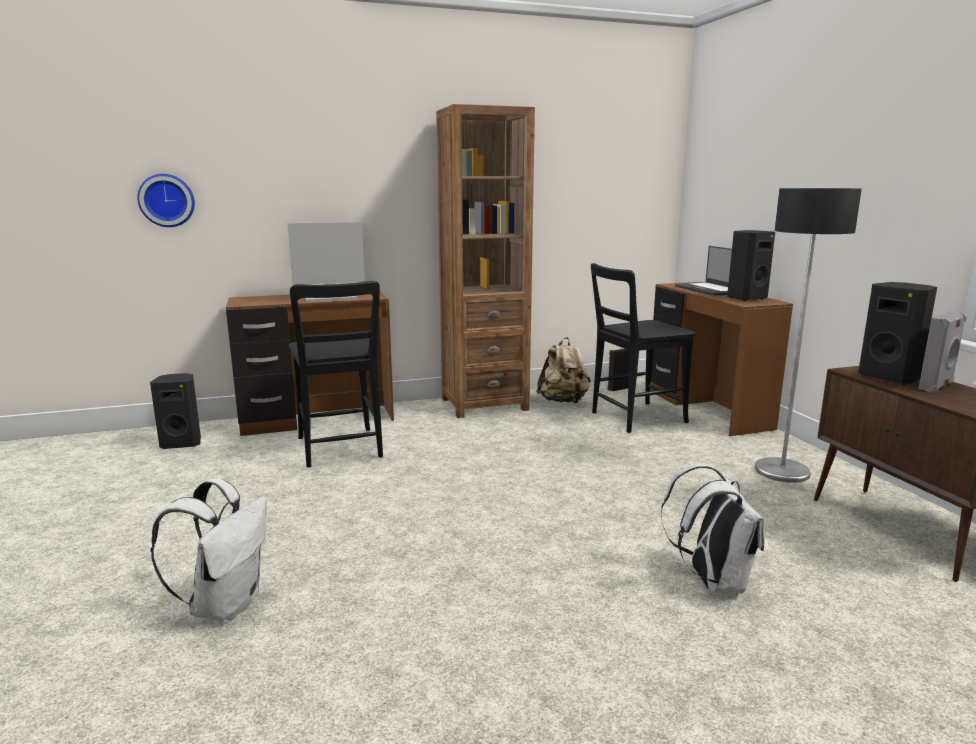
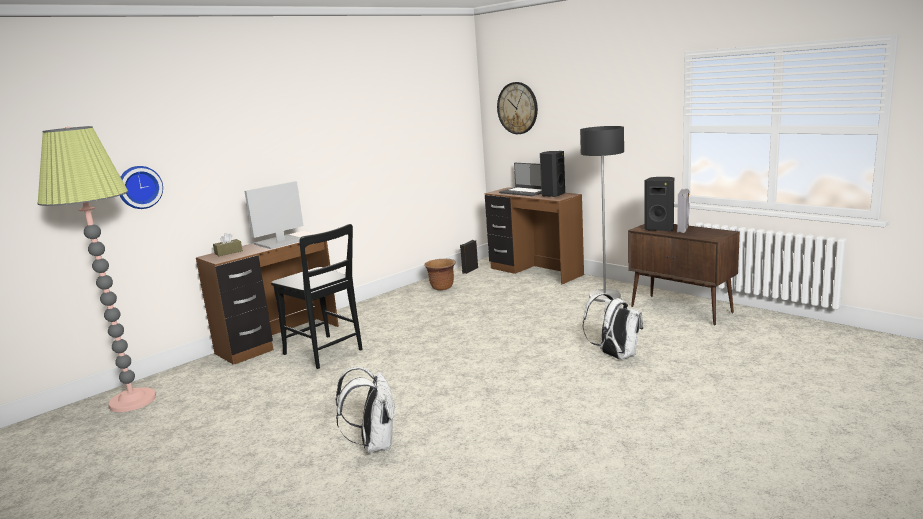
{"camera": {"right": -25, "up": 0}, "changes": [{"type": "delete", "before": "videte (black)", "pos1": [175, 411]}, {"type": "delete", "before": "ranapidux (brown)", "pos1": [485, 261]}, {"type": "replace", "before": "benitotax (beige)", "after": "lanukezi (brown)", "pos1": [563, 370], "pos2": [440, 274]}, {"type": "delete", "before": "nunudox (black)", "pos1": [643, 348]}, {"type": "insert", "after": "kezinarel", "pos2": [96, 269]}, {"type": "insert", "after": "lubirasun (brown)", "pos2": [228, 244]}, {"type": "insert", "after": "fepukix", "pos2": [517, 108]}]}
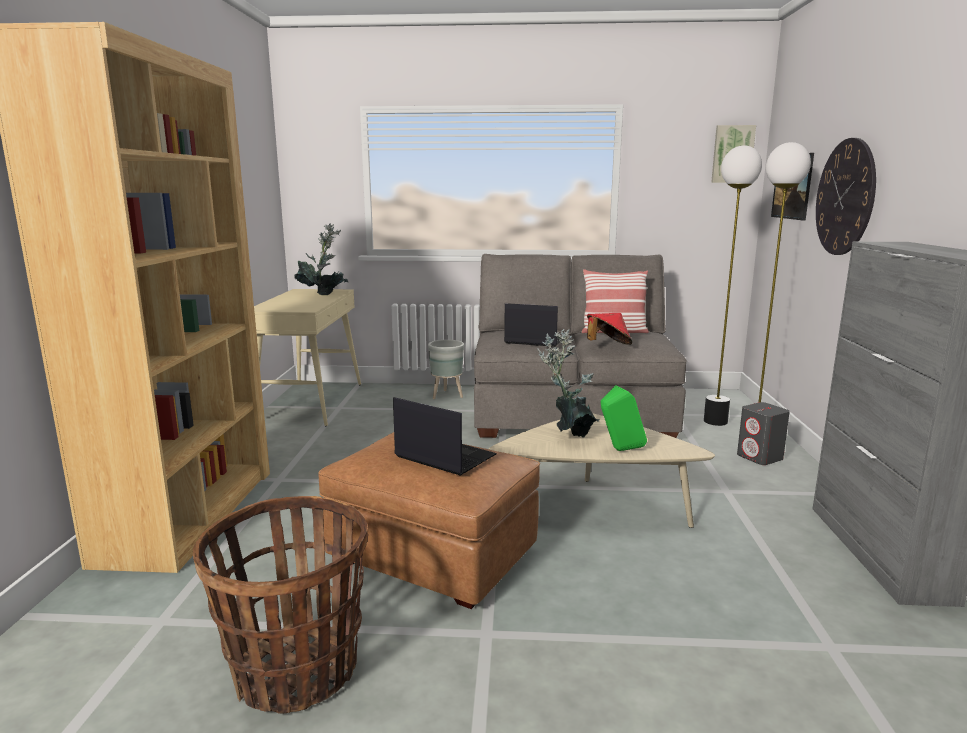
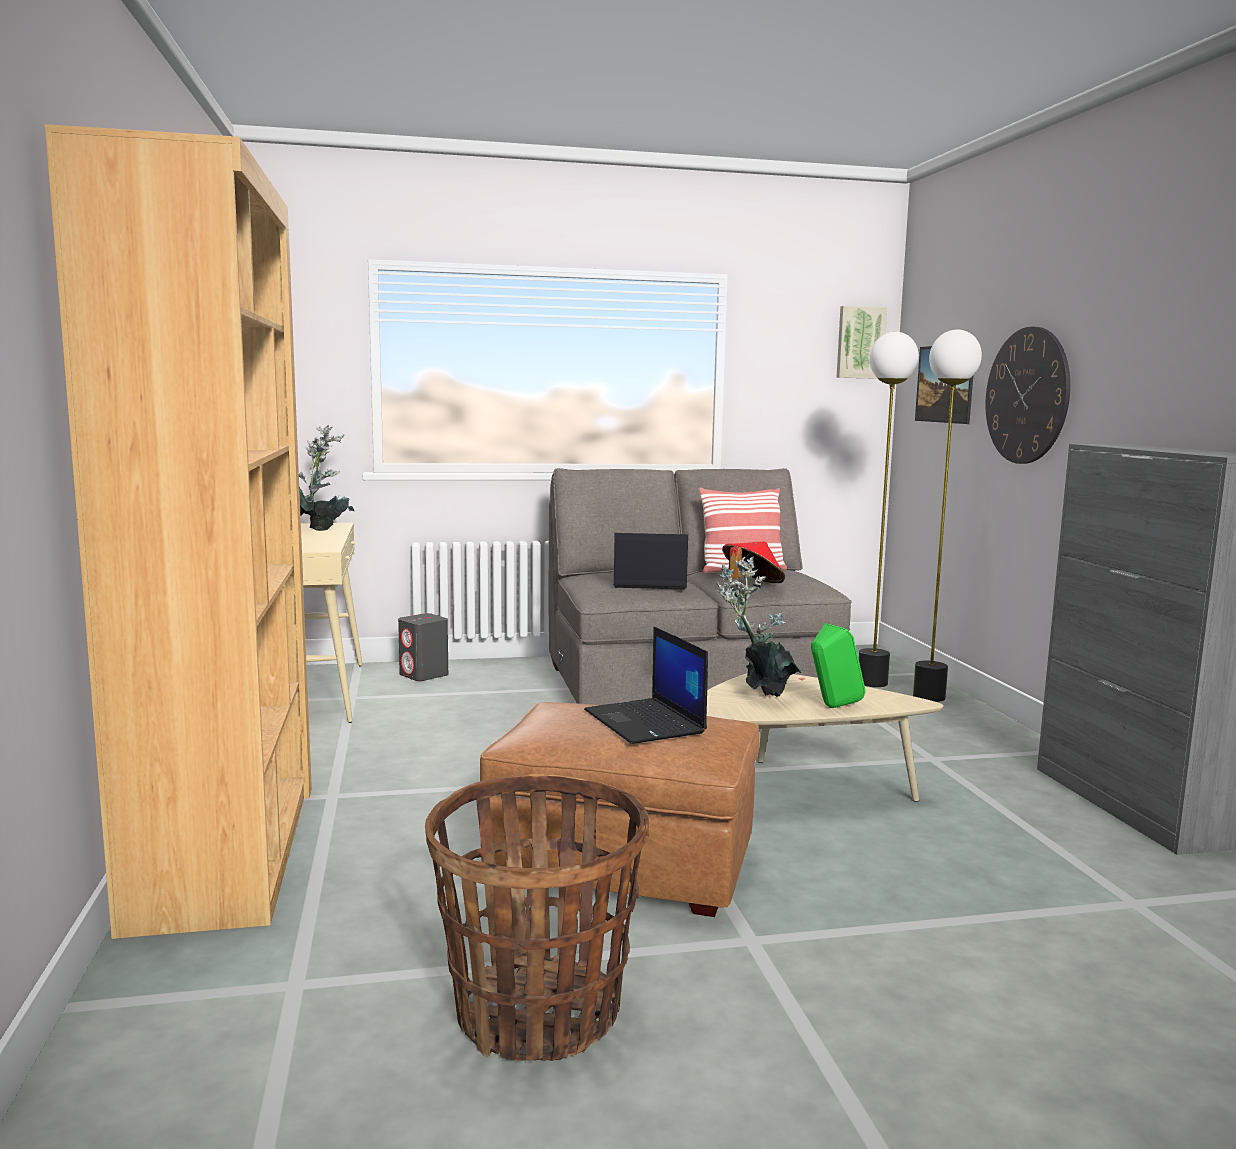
{"camera": {"right": -15, "up": -5}, "changes": [{"type": "rotate", "before": "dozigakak", "pos1": [445, 436], "pos2": [646, 685], "turn": -135}, {"type": "delete", "before": "lanukezi (grey)", "pos1": [446, 369]}, {"type": "move", "before": "videte (grey)", "pos1": [763, 433], "pos2": [423, 647]}]}
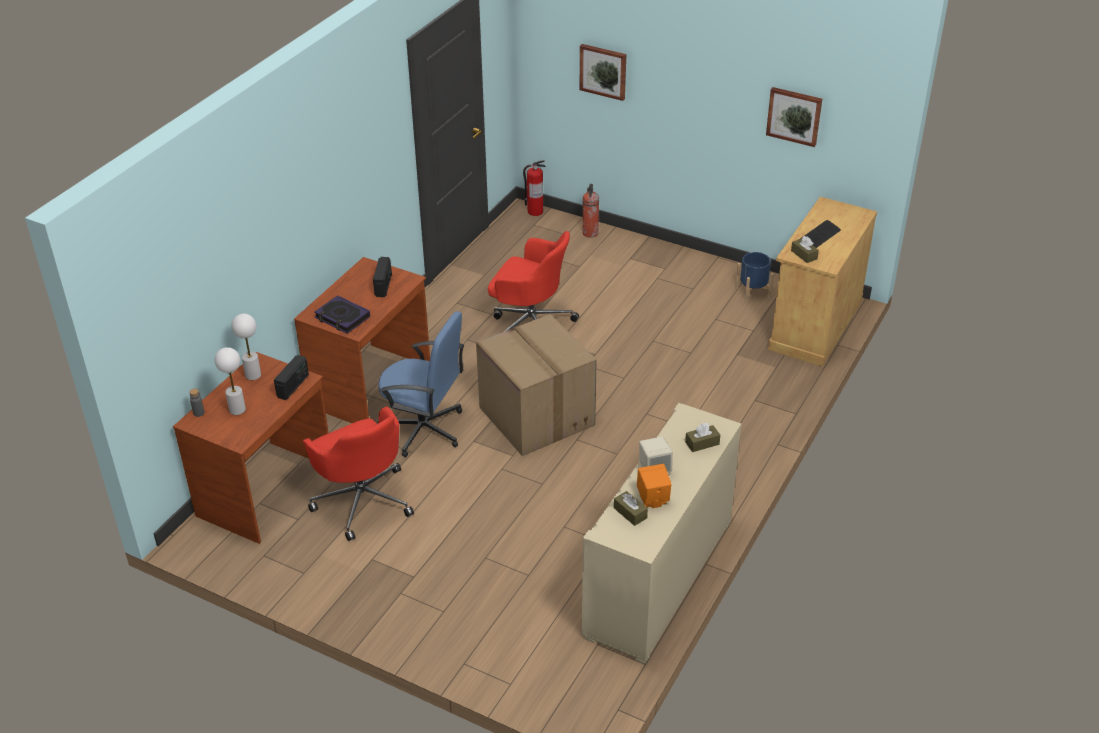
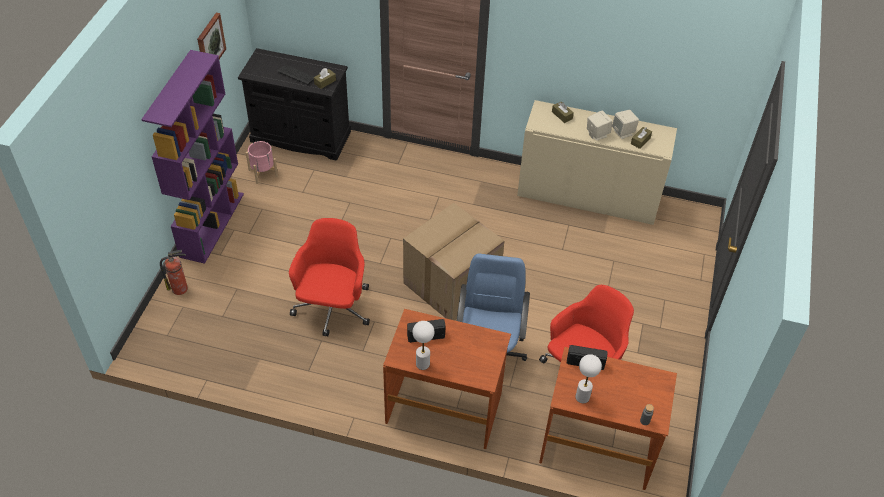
{"camera": {"right": -105, "up": 10}, "changes": [{"type": "move", "before": "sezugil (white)", "pos1": [230, 381], "pos2": [423, 345]}, {"type": "delete", "before": "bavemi", "pos1": [342, 314]}, {"type": "delete", "before": "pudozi", "pos1": [534, 188]}, {"type": "delete", "before": "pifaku", "pos1": [603, 72]}, {"type": "recolor", "before": "videte (orange)", "after": "videte (beige)", "pos1": [654, 486], "pos2": [625, 124]}, {"type": "recolor", "before": "lanukezi (blue)", "after": "lanukezi (pink)", "pos1": [754, 277], "pos2": [262, 162]}, {"type": "recolor", "before": "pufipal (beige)", "after": "pufipal (black)", "pos1": [822, 282], "pos2": [294, 104]}, {"type": "insert", "after": "ranapidux (purple)", "pos2": [192, 157]}]}
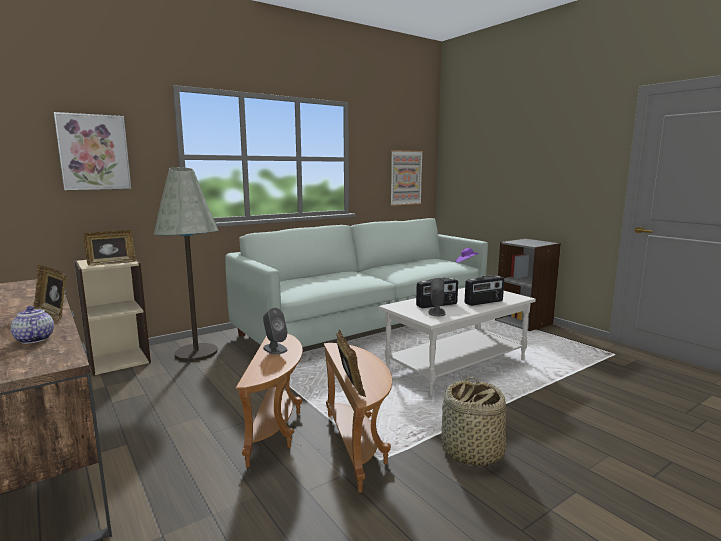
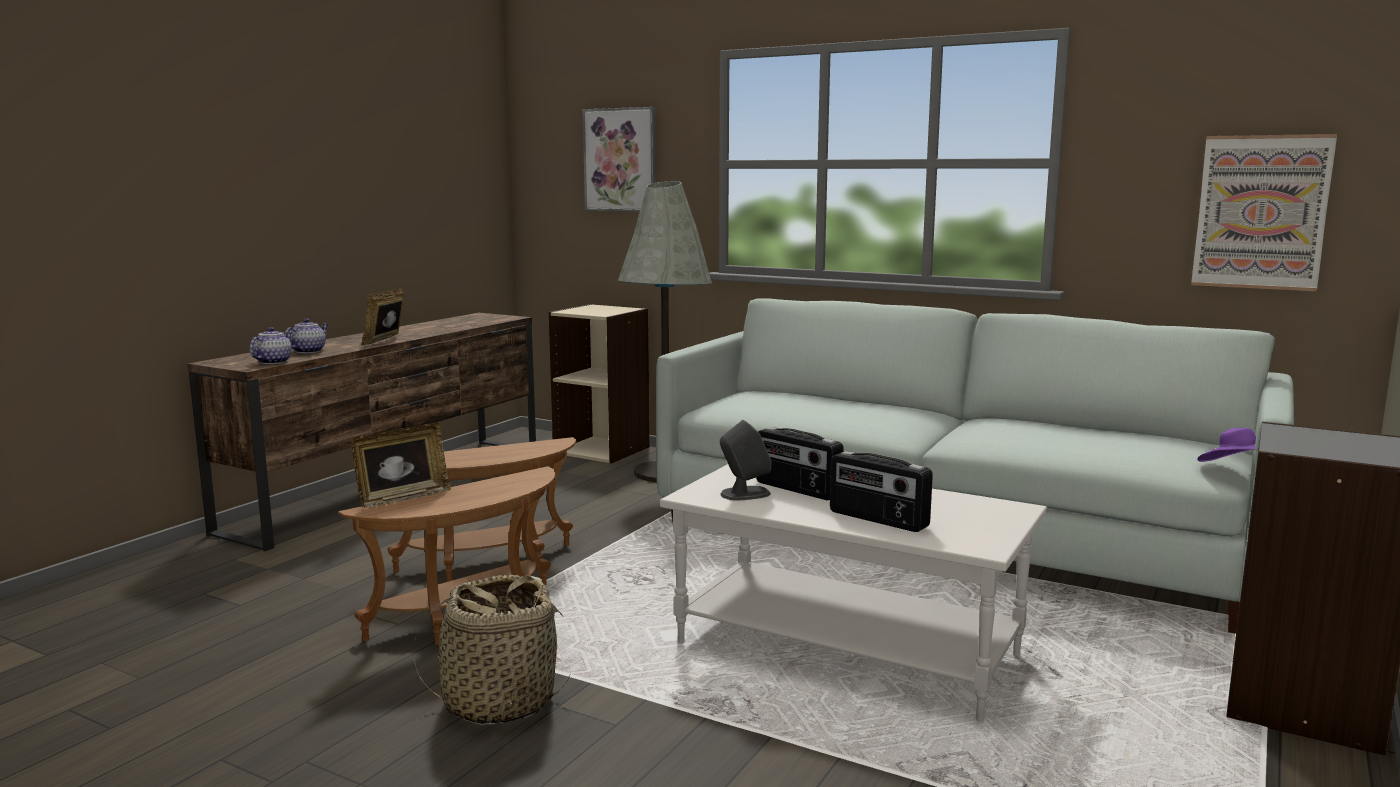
{"camera": {"right": 65, "up": 0}, "changes": [{"type": "delete", "before": "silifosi", "pos1": [109, 248]}, {"type": "delete", "before": "videte (grey)", "pos1": [275, 330]}, {"type": "insert", "after": "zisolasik", "pos2": [271, 345]}]}
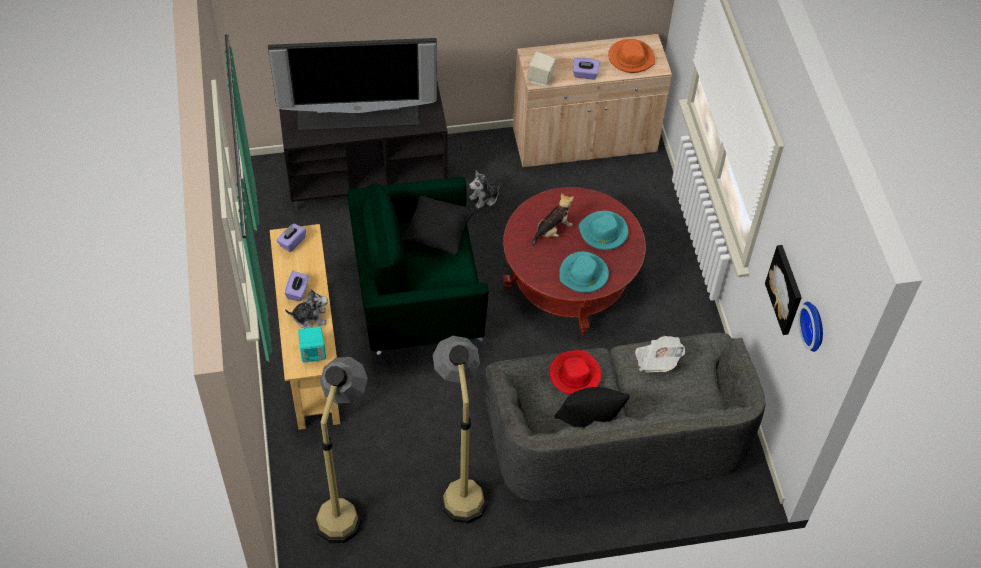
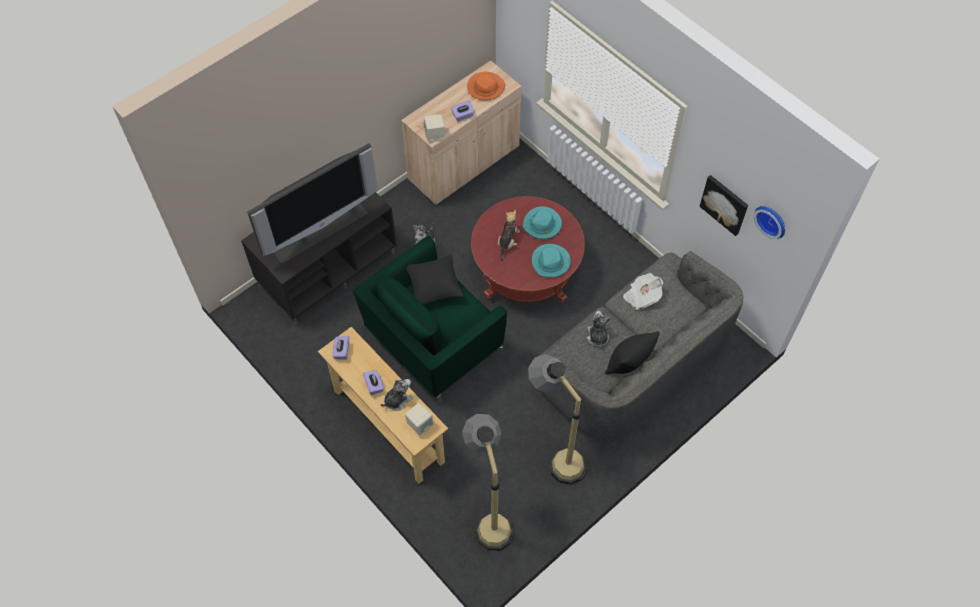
{"camera": {"right": -30, "up": 5}, "changes": [{"type": "recolor", "before": "videte (turquoise)", "after": "videte (beige)", "pos1": [312, 344], "pos2": [419, 419]}, {"type": "replace", "before": "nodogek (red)", "after": "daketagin", "pos1": [575, 372], "pos2": [599, 329]}]}
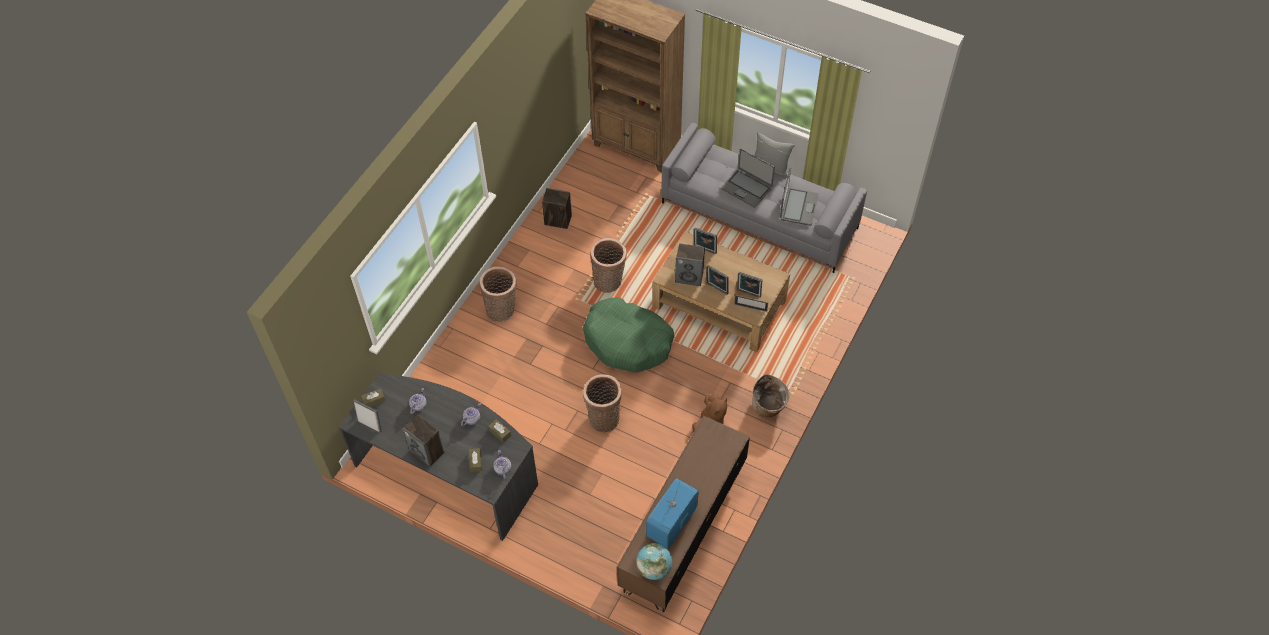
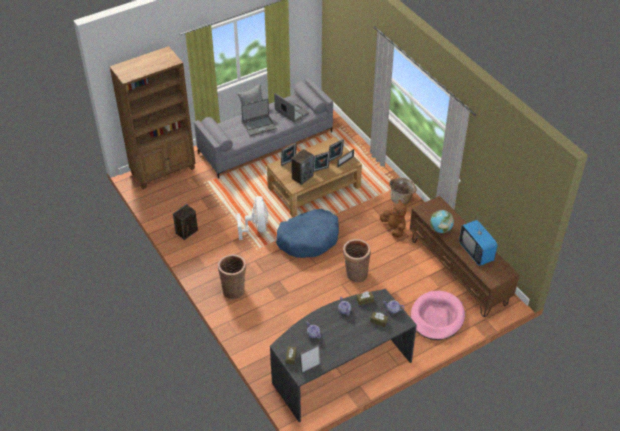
{"camera": {"right": -60, "up": -10}, "changes": [{"type": "delete", "before": "videte", "pos1": [424, 441]}, {"type": "recolor", "before": "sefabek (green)", "after": "sefabek (blue)", "pos1": [628, 335], "pos2": [307, 233]}, {"type": "replace", "before": "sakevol", "after": "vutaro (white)", "pos1": [608, 265], "pos2": [252, 218]}, {"type": "move", "before": "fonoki", "pos1": [654, 561], "pos2": [442, 221]}, {"type": "insert", "after": "sefabek (pink)", "pos2": [438, 315]}]}
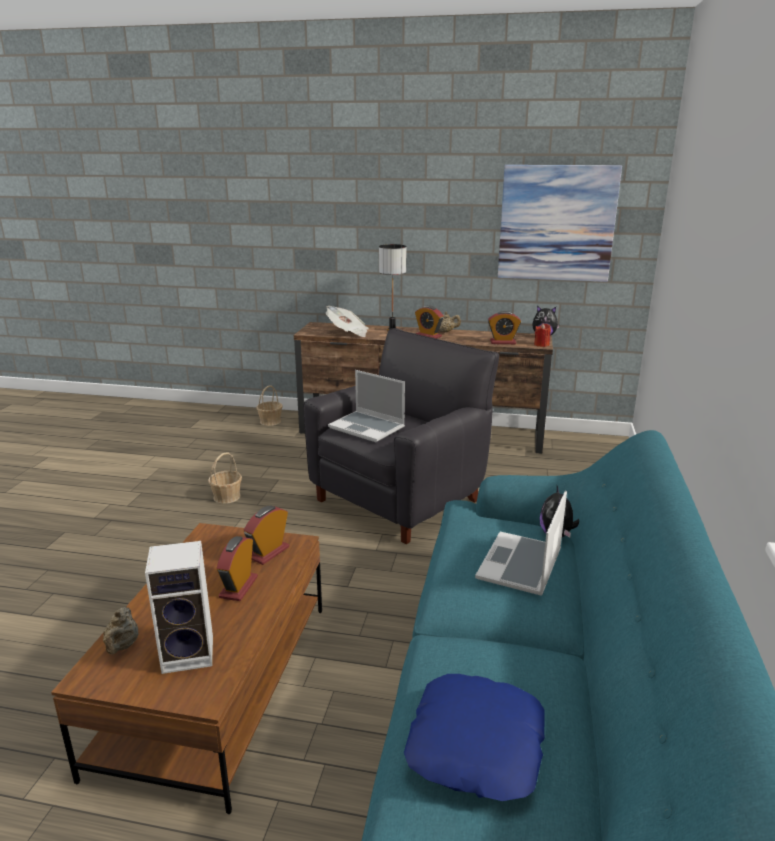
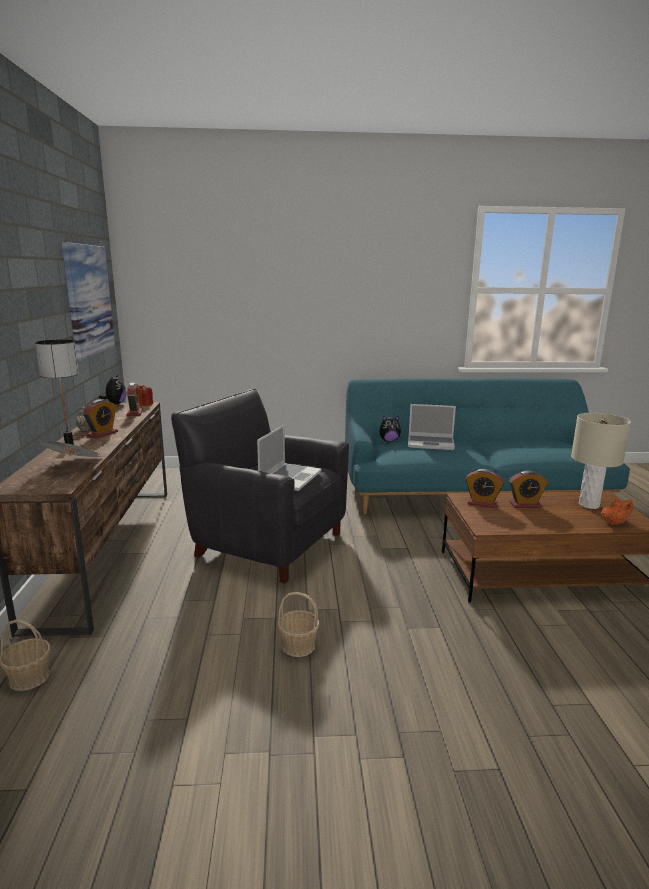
{"camera": {"right": -105, "up": -5}, "changes": [{"type": "recolor", "before": "zisolasik (beige)", "after": "zisolasik (orange)", "pos1": [120, 630], "pos2": [617, 511]}, {"type": "replace", "before": "videte", "after": "sezugil (beige)", "pos1": [179, 607], "pos2": [601, 461]}, {"type": "delete", "before": "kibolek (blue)", "pos1": [474, 737]}]}
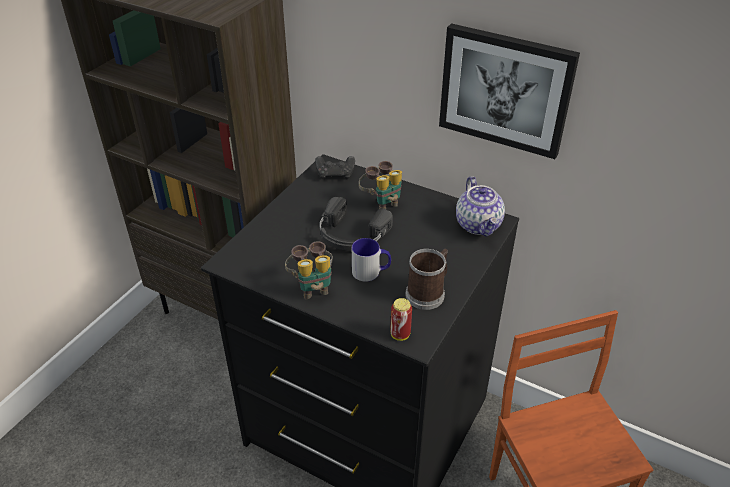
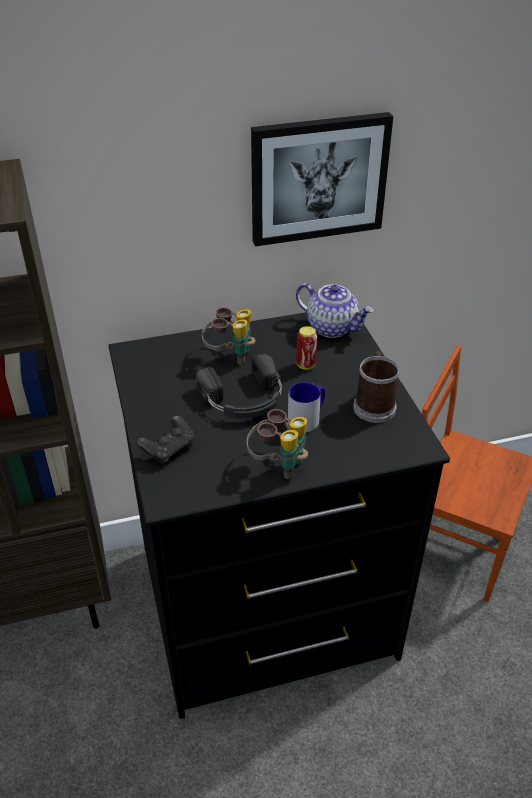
{"camera": {"right": -45, "up": 0}, "changes": [{"type": "move", "before": "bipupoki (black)", "pos1": [335, 167], "pos2": [165, 440]}, {"type": "move", "before": "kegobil", "pos1": [401, 319], "pos2": [306, 348]}]}
